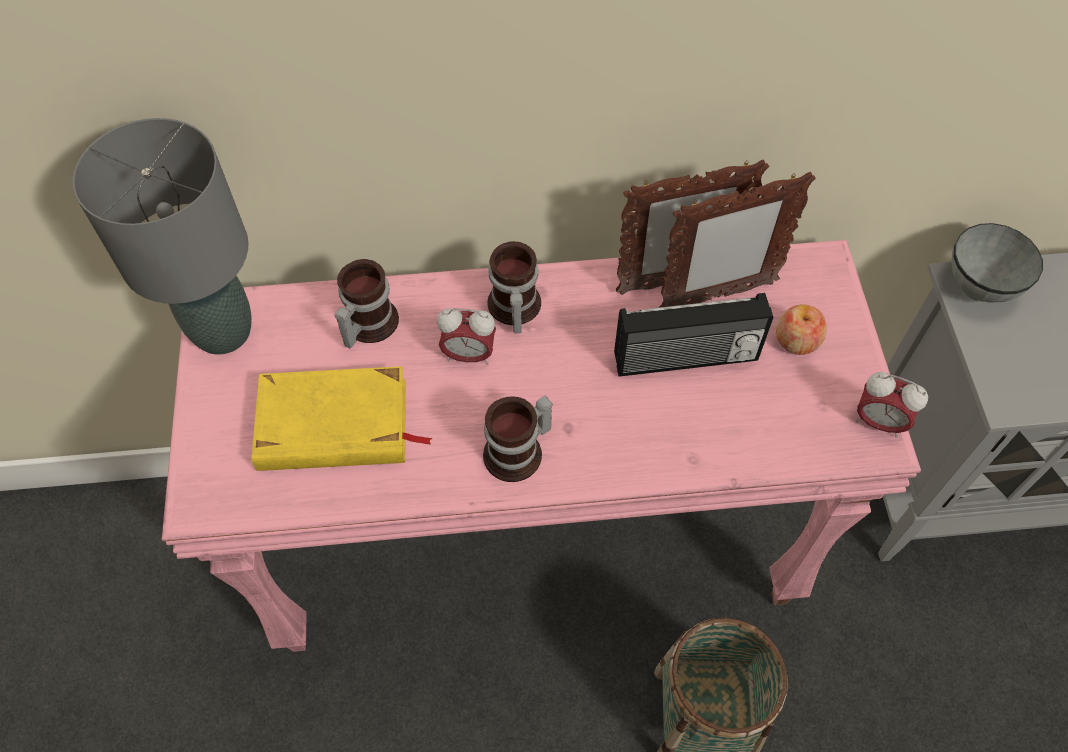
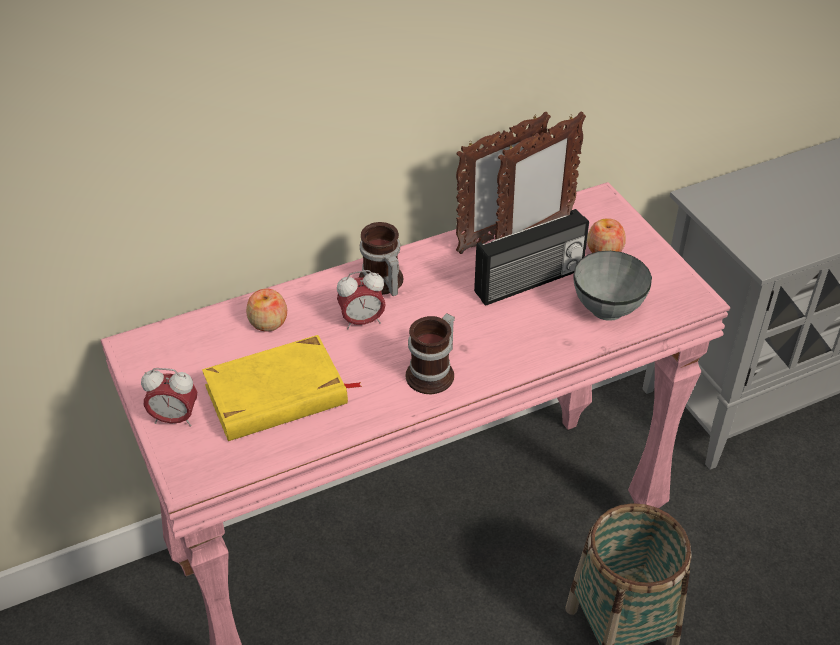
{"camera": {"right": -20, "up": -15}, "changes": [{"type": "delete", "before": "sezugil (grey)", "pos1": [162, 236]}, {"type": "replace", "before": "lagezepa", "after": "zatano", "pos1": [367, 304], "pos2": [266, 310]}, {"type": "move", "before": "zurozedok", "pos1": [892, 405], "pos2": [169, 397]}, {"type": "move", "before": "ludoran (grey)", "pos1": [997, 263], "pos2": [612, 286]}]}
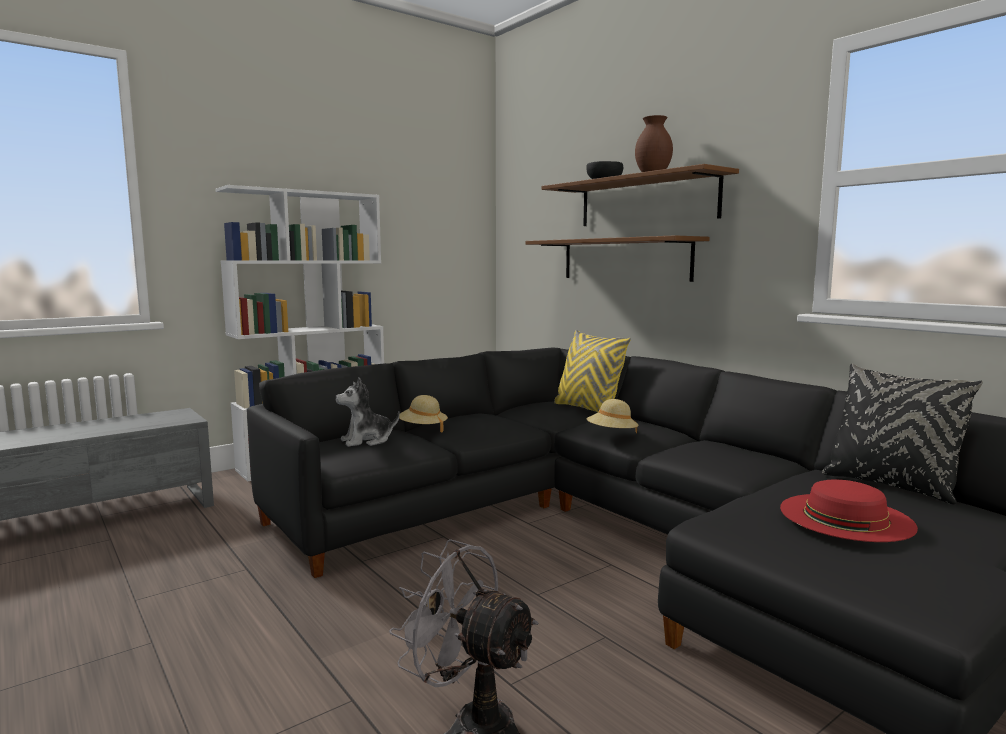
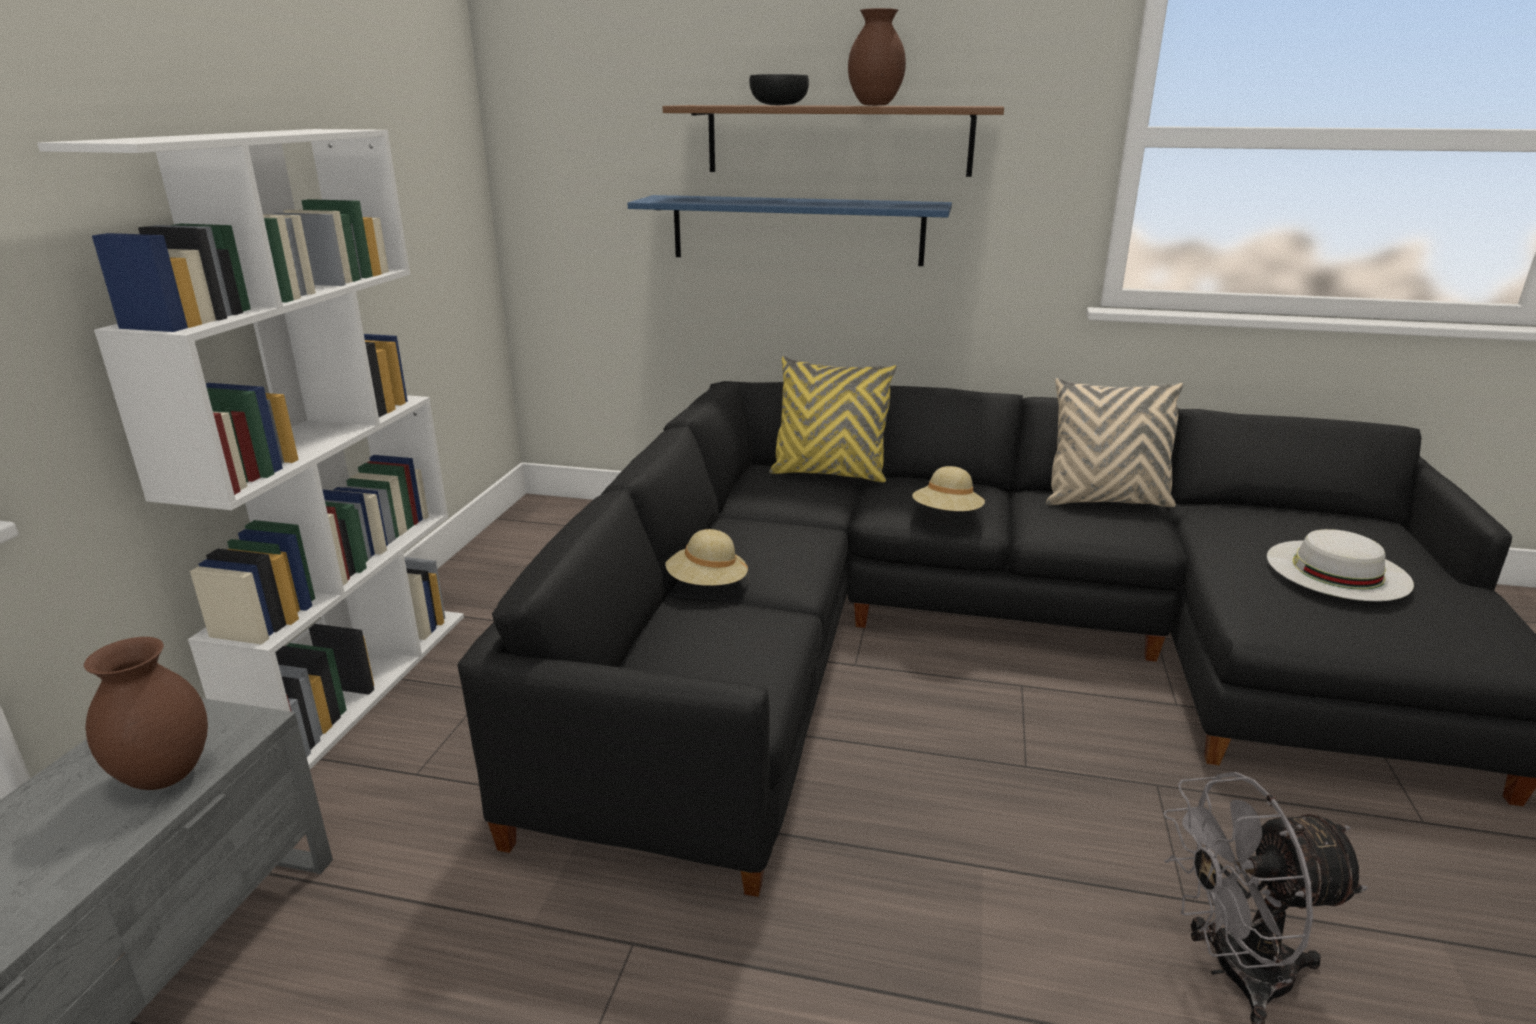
{"camera": {"right": -40, "up": 15}, "changes": [{"type": "delete", "before": "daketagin", "pos1": [367, 412]}, {"type": "recolor", "before": "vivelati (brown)", "after": "vivelati (blue)", "pos1": [617, 258], "pos2": [790, 230]}, {"type": "recolor", "before": "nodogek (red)", "after": "nodogek (white)", "pos1": [849, 511], "pos2": [1340, 565]}, {"type": "delete", "before": "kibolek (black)", "pos1": [902, 434]}, {"type": "insert", "after": "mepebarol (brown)", "pos2": [146, 713]}, {"type": "insert", "after": "kibolek (beige)", "pos2": [1114, 442]}]}
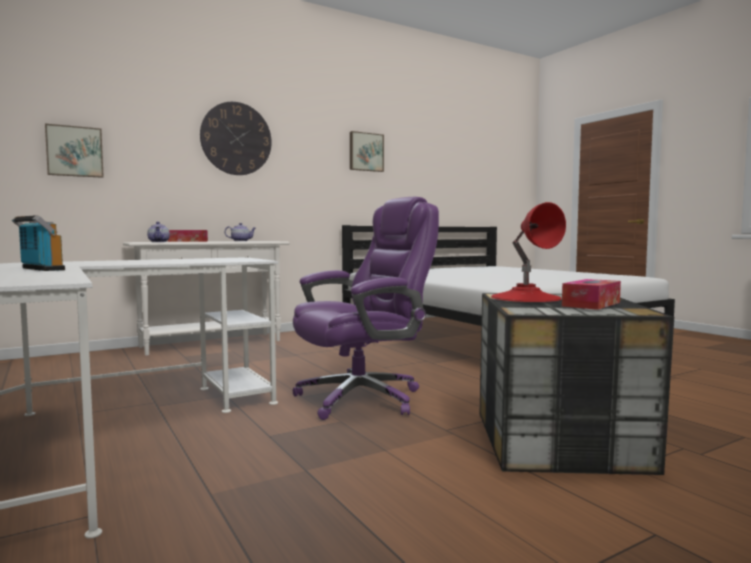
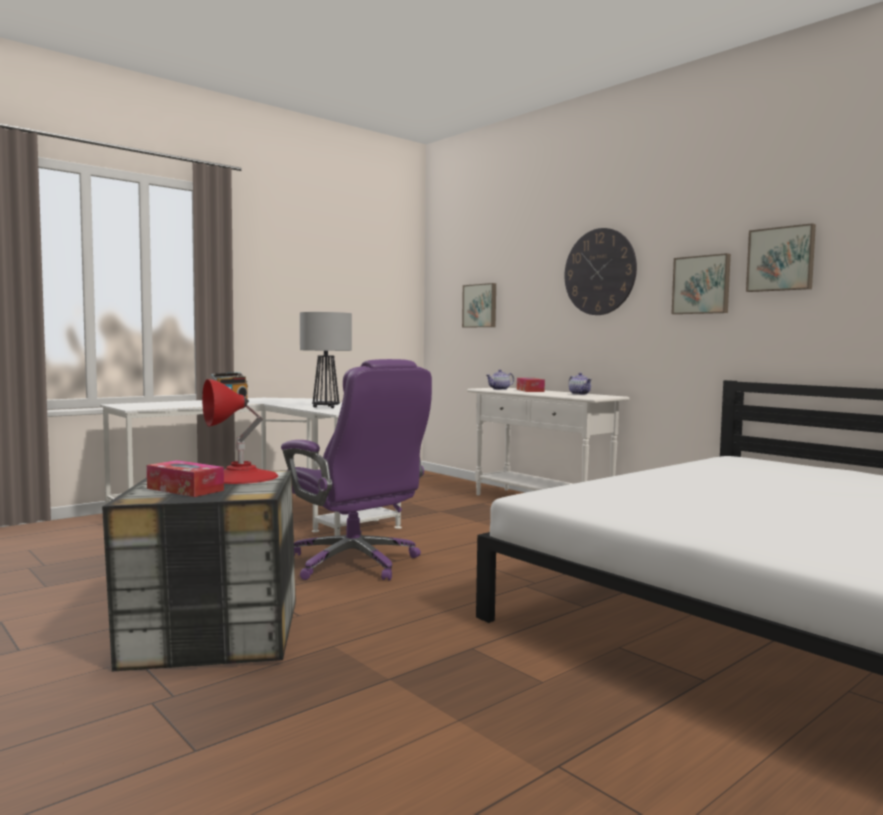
{"camera": {"right": 80, "up": 0}, "changes": [{"type": "insert", "after": "sezugil", "pos2": [326, 360]}, {"type": "insert", "after": "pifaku", "pos2": [701, 283]}]}
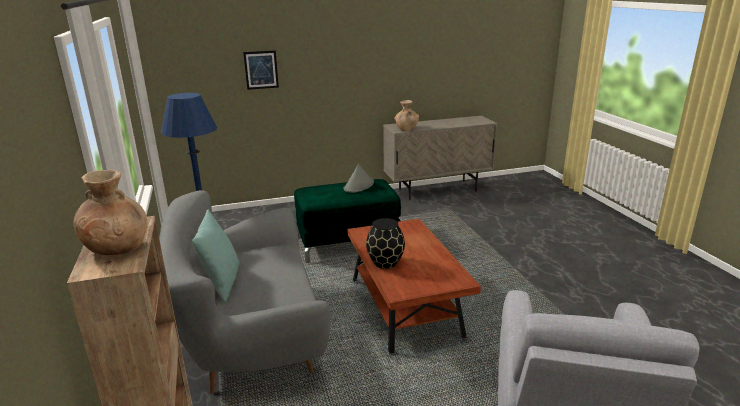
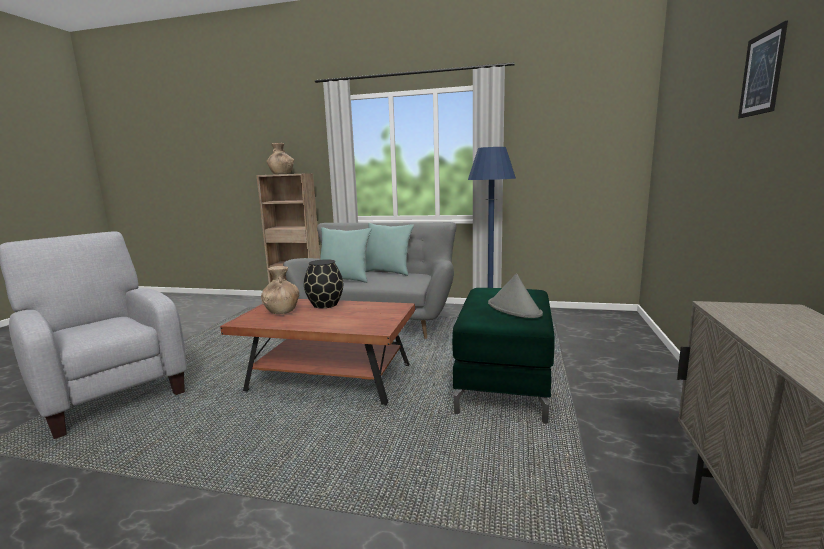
{"camera": {"right": 120, "up": -10}, "changes": [{"type": "move", "before": "pifaku", "pos1": [261, 70], "pos2": [763, 70]}, {"type": "move", "before": "mepebarol (brown)", "pos1": [406, 115], "pos2": [280, 290]}, {"type": "insert", "after": "kibolek (turquoise)", "pos2": [345, 255]}]}
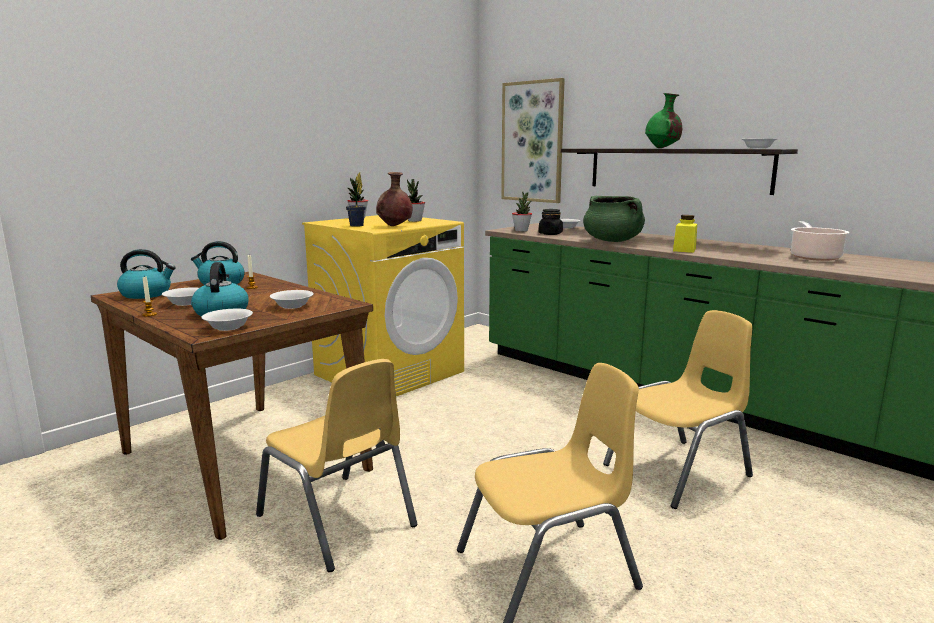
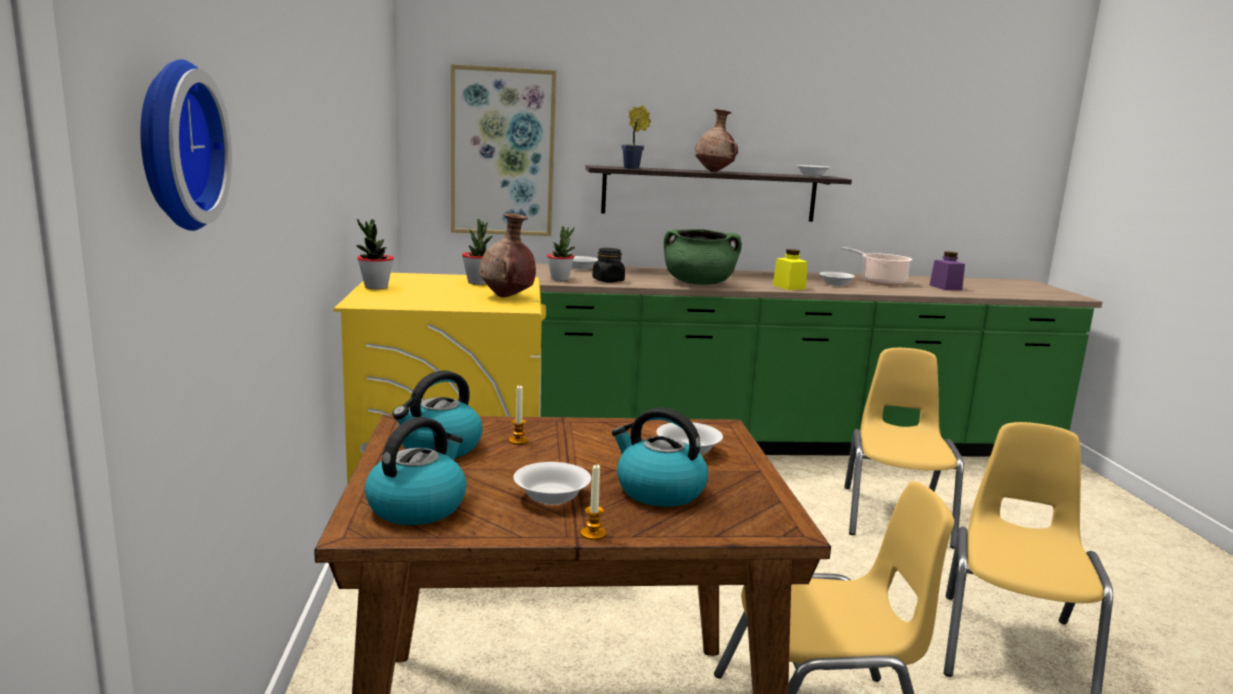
{"camera": {"right": -50, "up": 0}, "changes": [{"type": "move", "before": "ludoran (white)", "pos1": [227, 320], "pos2": [837, 279]}, {"type": "move", "before": "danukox", "pos1": [356, 199], "pos2": [636, 137]}, {"type": "recolor", "before": "mepebarol (green)", "after": "mepebarol (brown)", "pos1": [663, 120], "pos2": [716, 140]}, {"type": "insert", "after": "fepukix", "pos2": [186, 145]}, {"type": "insert", "after": "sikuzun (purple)", "pos2": [947, 270]}]}
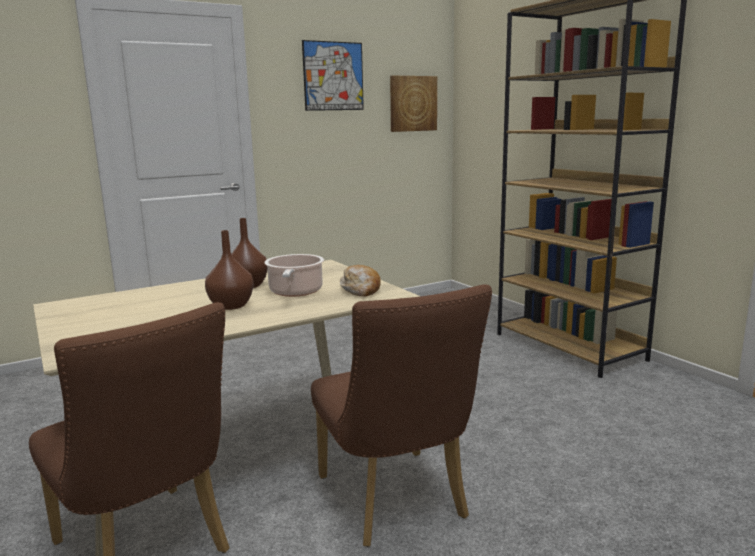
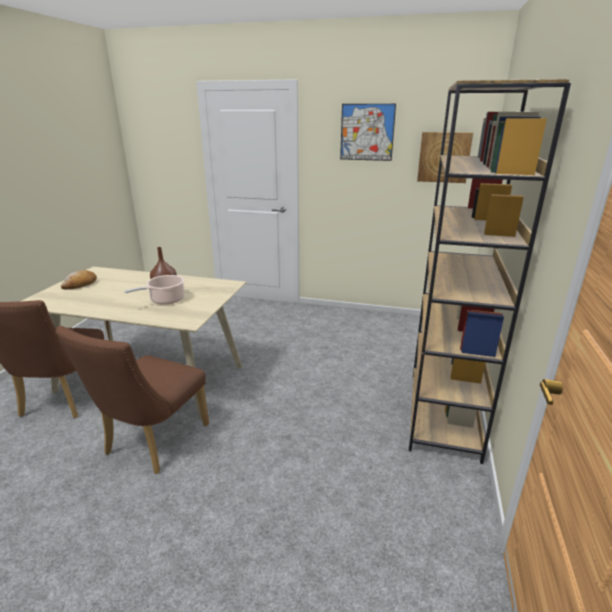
{"camera": {"right": 45, "up": 10}, "changes": [{"type": "delete", "before": "mepebarol (brown)", "pos1": [229, 270]}, {"type": "move", "before": "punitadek", "pos1": [360, 281], "pos2": [79, 279]}]}
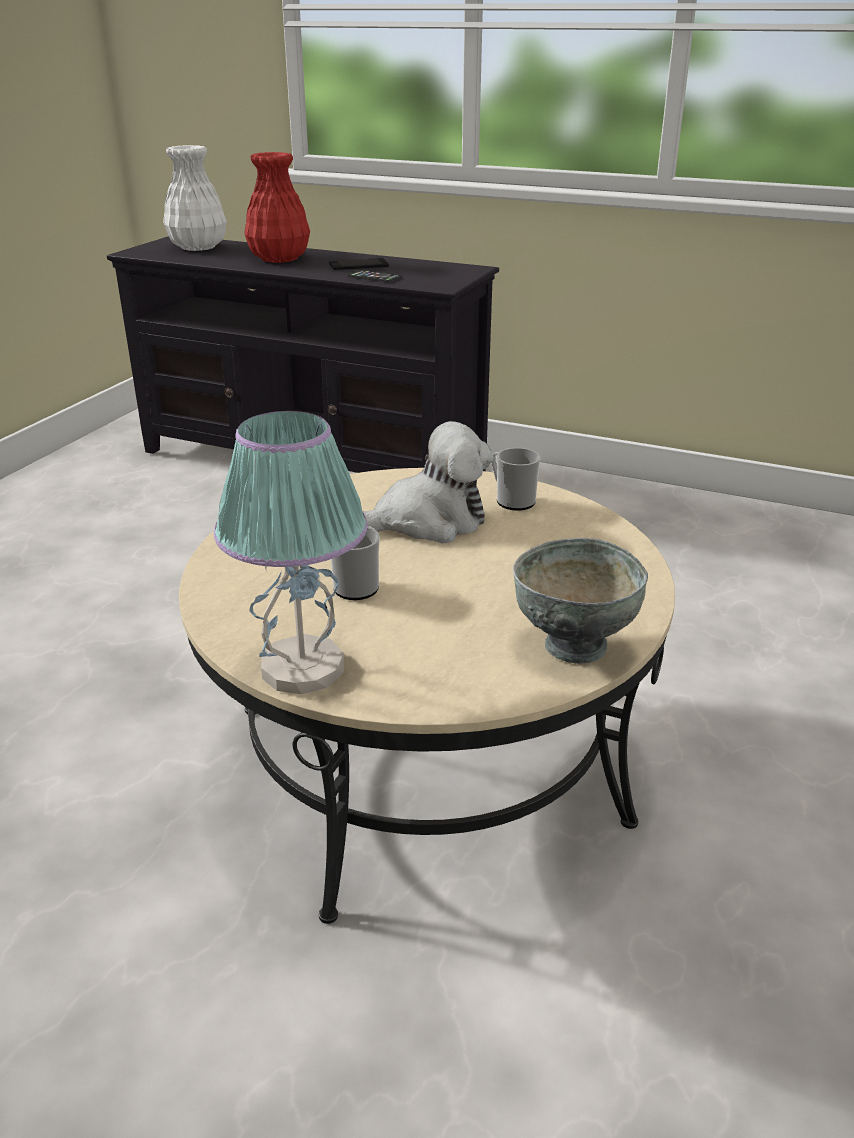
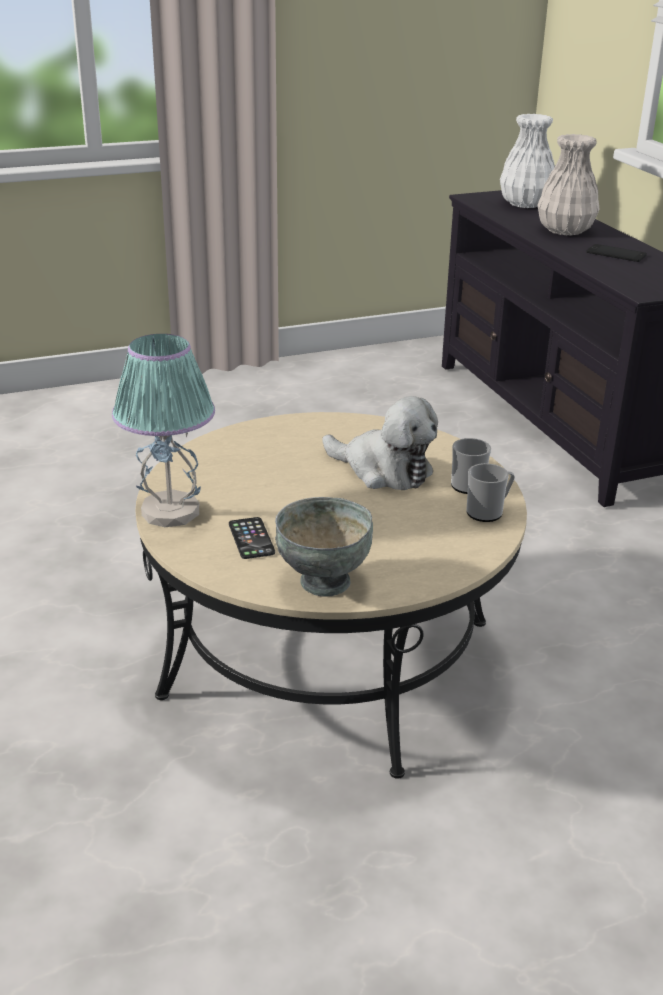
{"camera": {"right": 45, "up": 0}, "changes": [{"type": "recolor", "before": "mepebarol (red)", "after": "mepebarol (white)", "pos1": [277, 207], "pos2": [568, 185]}, {"type": "move", "before": "lagezepa", "pos1": [355, 563], "pos2": [490, 492]}, {"type": "move", "before": "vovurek", "pos1": [373, 276], "pos2": [252, 538]}]}
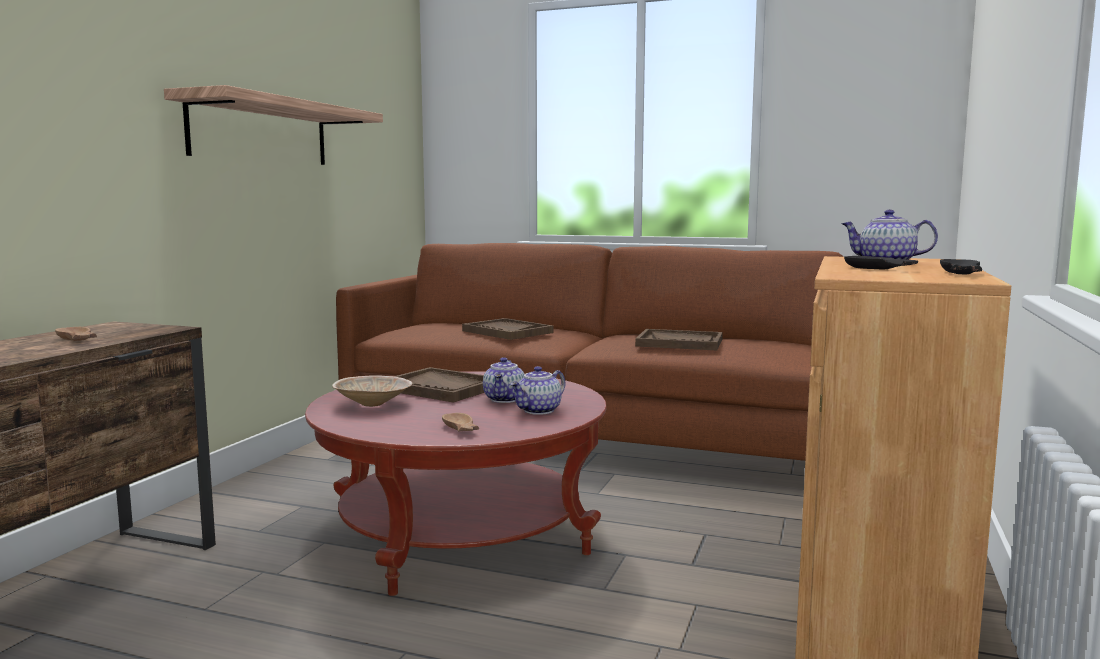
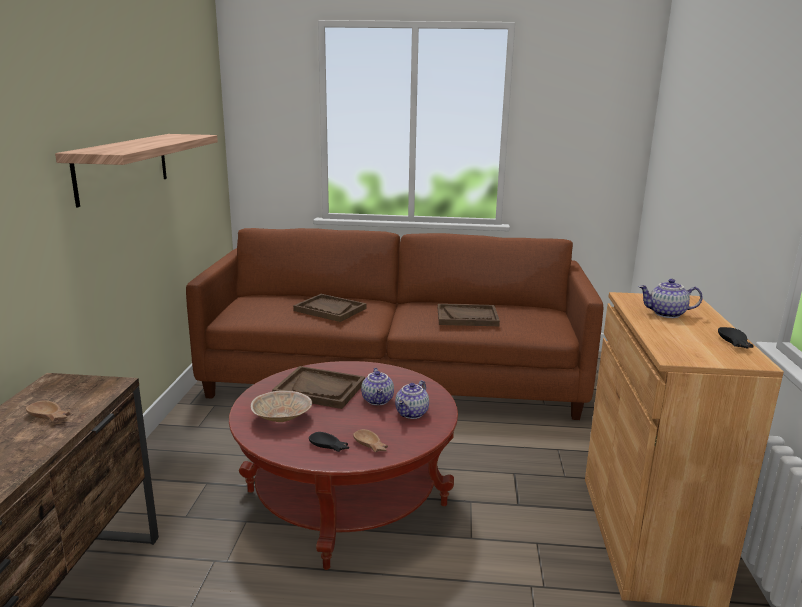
{"camera": {"right": -15, "up": 10}, "changes": [{"type": "move", "before": "ludoran (black)", "pos1": [881, 263], "pos2": [329, 442]}]}
